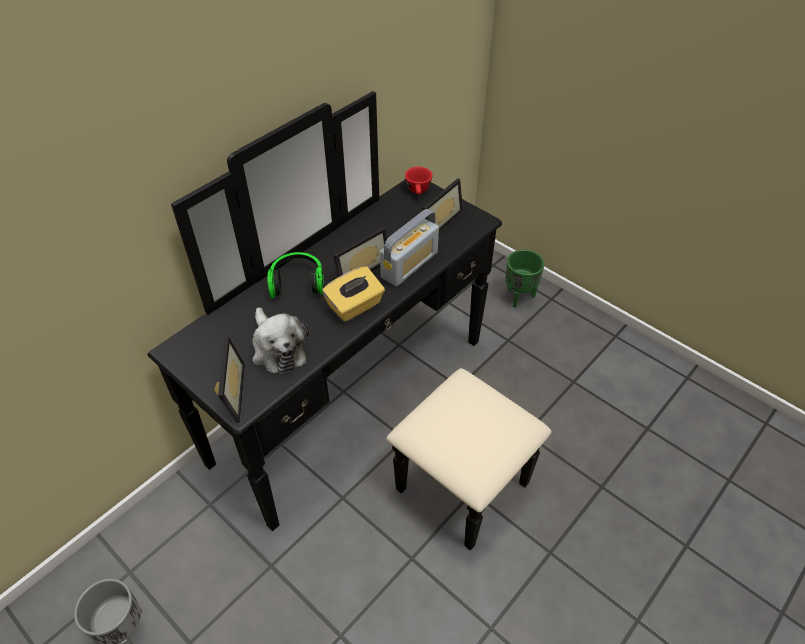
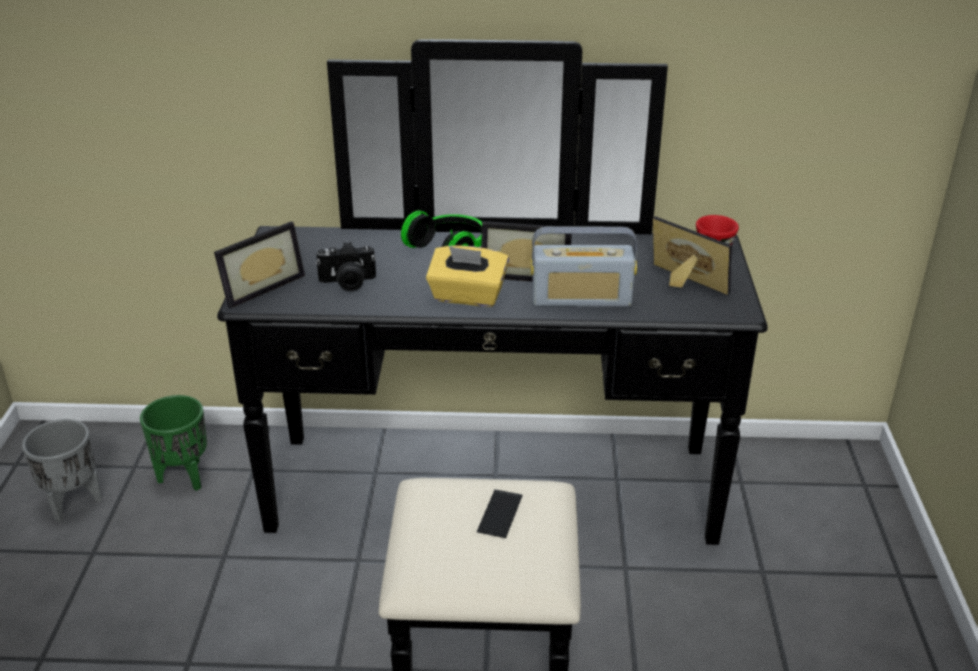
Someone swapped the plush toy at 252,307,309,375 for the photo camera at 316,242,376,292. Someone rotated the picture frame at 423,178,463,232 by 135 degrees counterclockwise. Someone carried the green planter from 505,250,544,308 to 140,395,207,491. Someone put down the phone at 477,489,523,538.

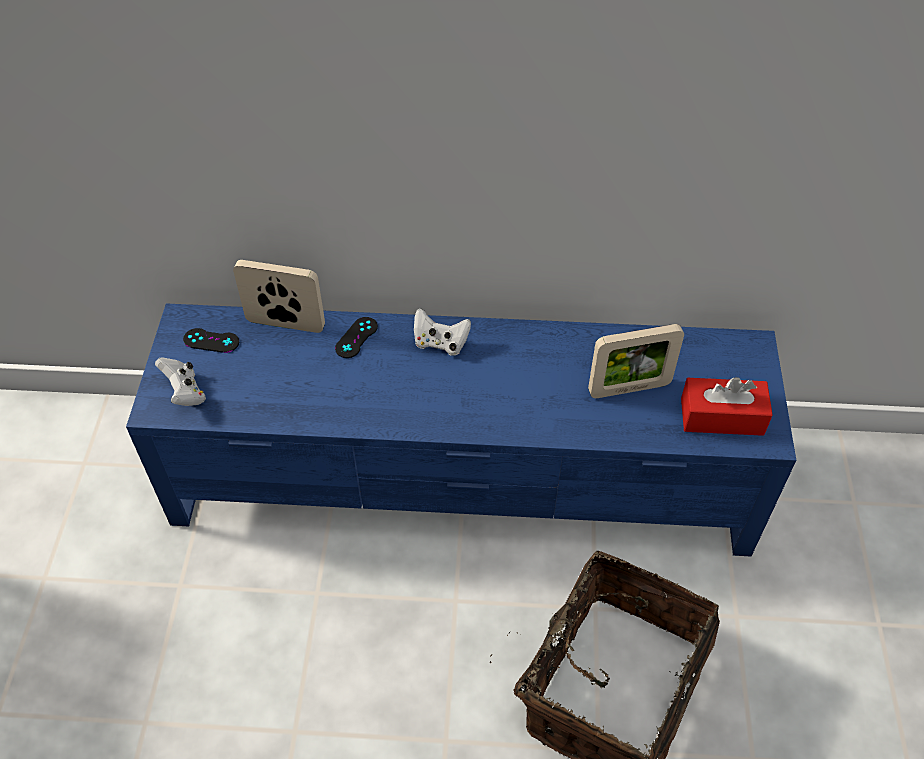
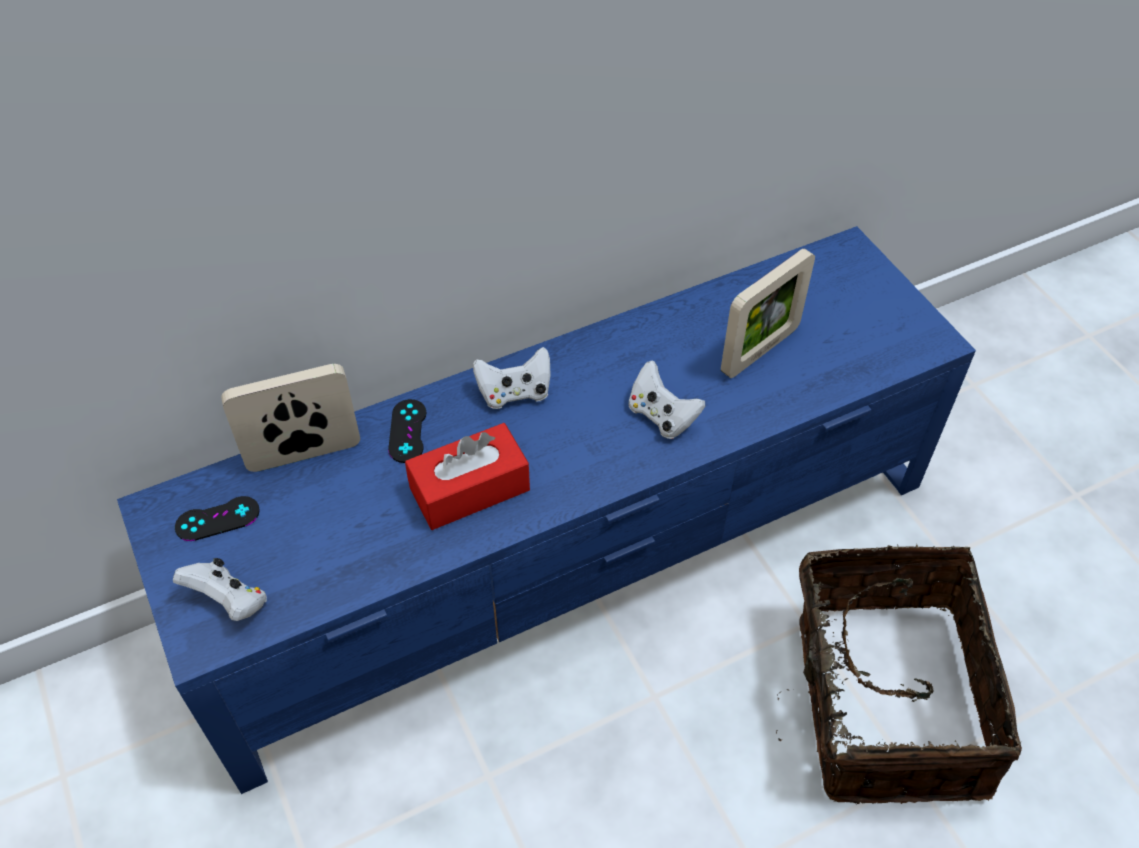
Someone carried the red tissue box from 681,377,773,436 to 405,423,530,530. Someone put down the white game controller at 629,361,706,439.

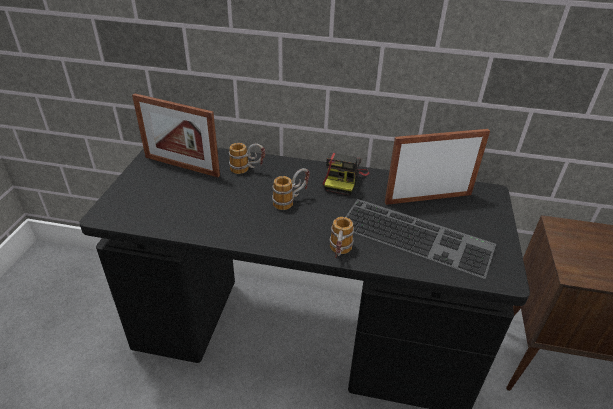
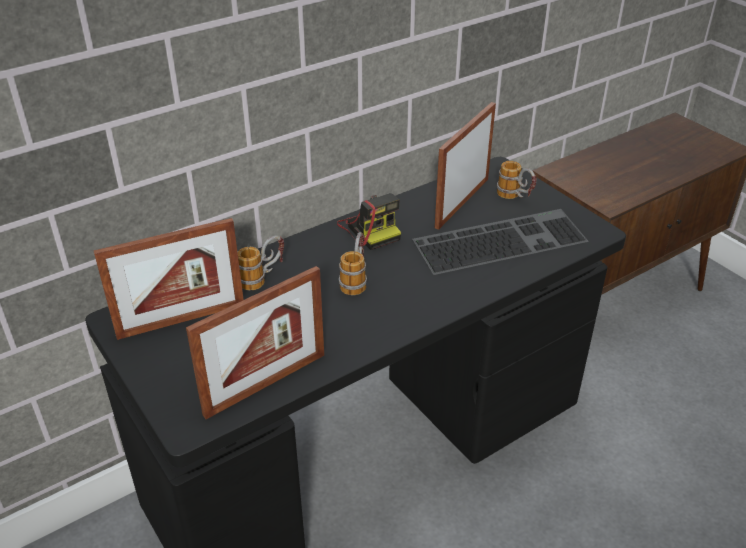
Someone carried the mug from 330,217,354,258 to 497,161,537,199. Someone put down the picture frame at 186,266,324,419.

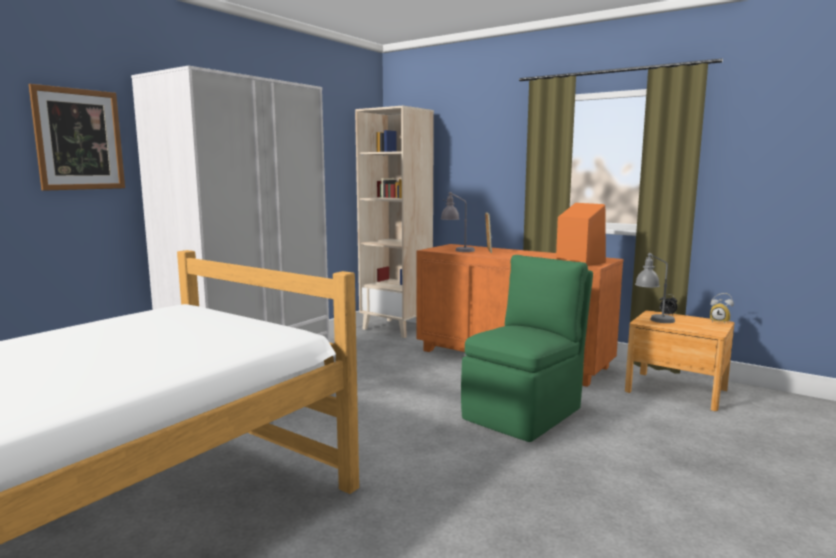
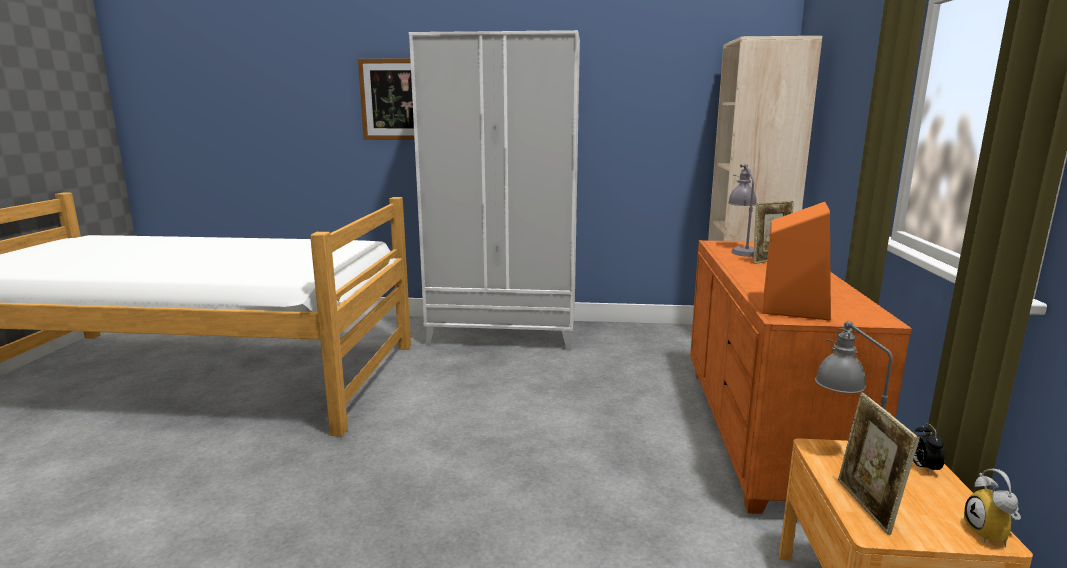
Someone took away the green chair at 461,255,593,442. Someone put down the picture frame at 838,393,920,535.

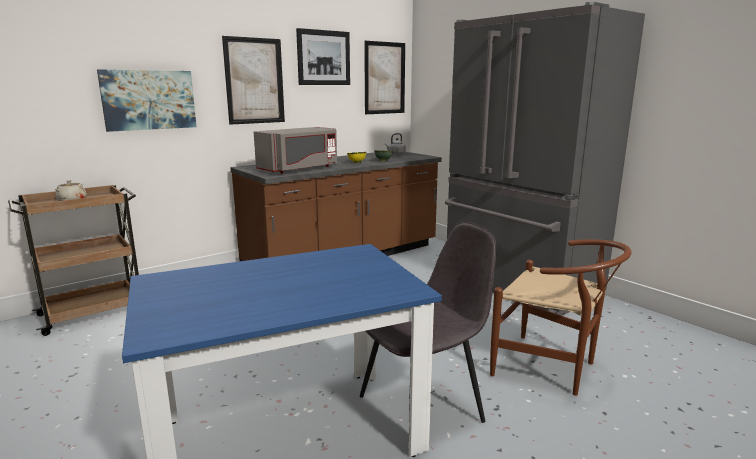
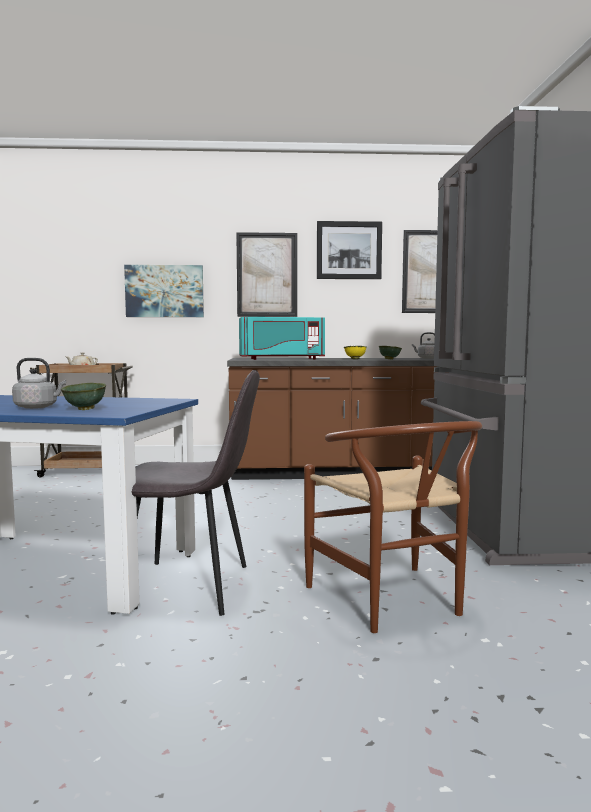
Someone repainted the grey microwave at 254,127,337,174, which became the turquoise microwave at 239,317,325,360. Someone put down the grey kettle at 12,358,66,409. Someone put down the green bowl at 61,383,106,410.

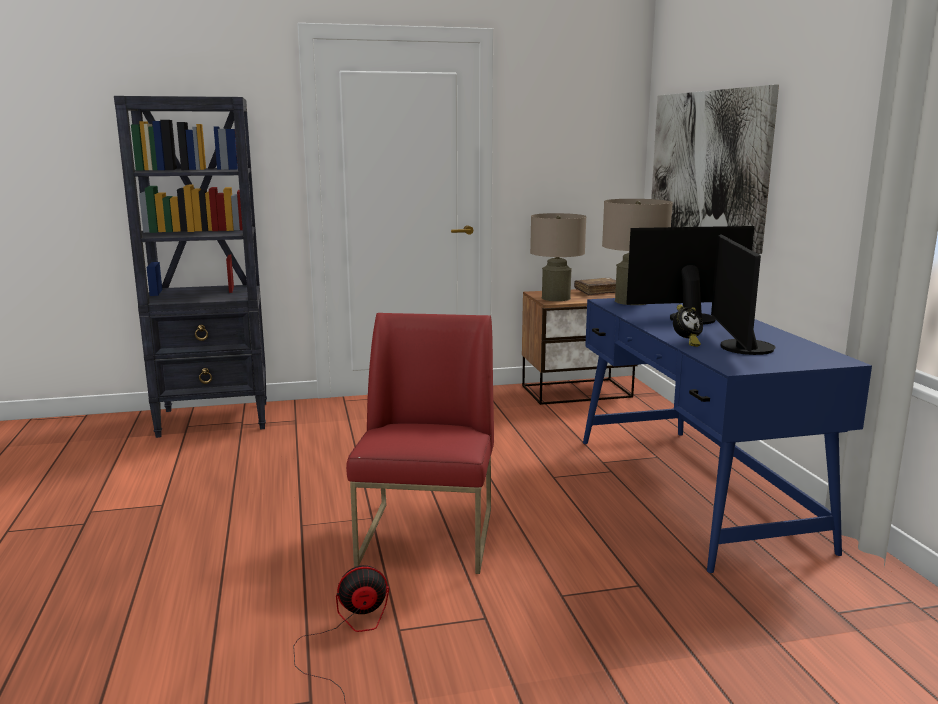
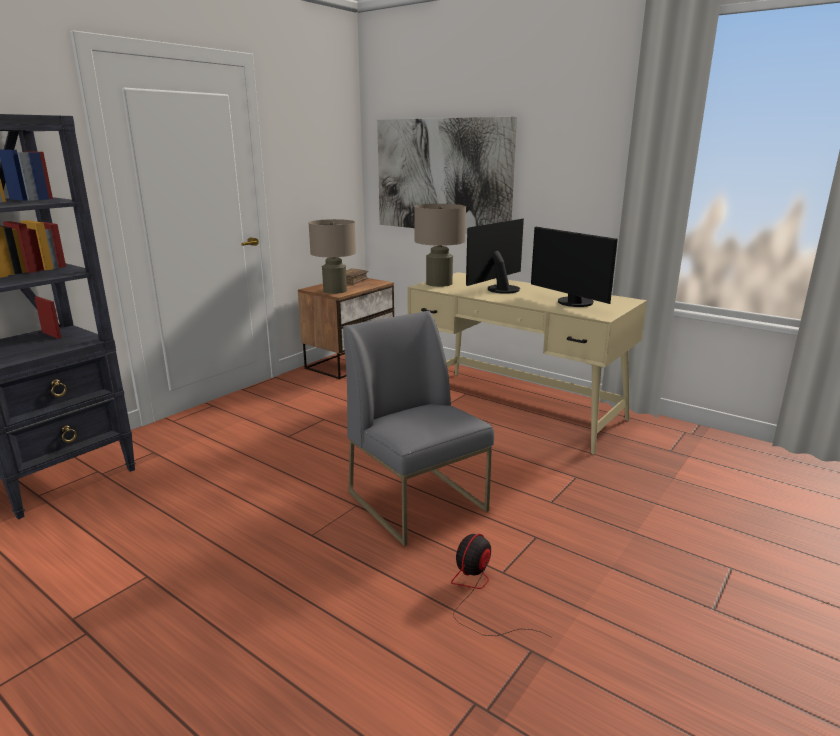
Someone repainted the red chair at 346,313,494,574, which became the grey chair at 343,311,494,546. Someone repainted the blue desk at 583,298,872,573, which became the beige desk at 407,272,647,454. Someone took away the alarm clock at 673,304,703,347.

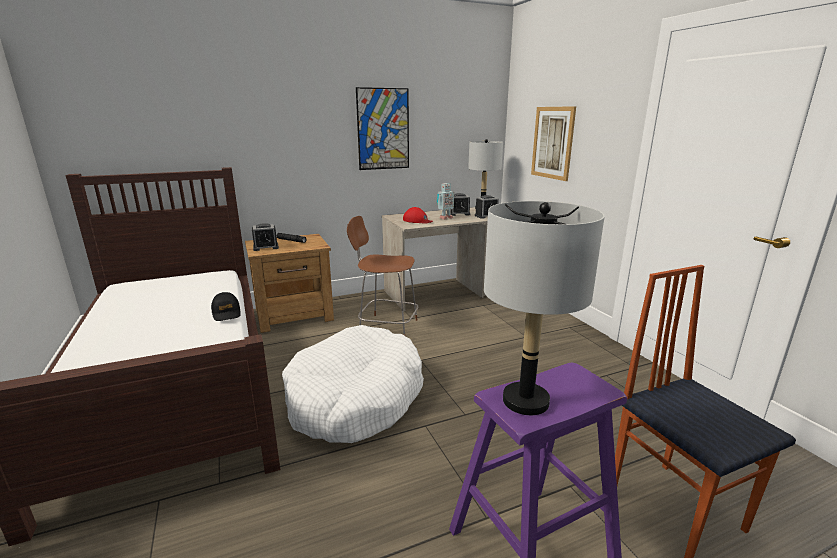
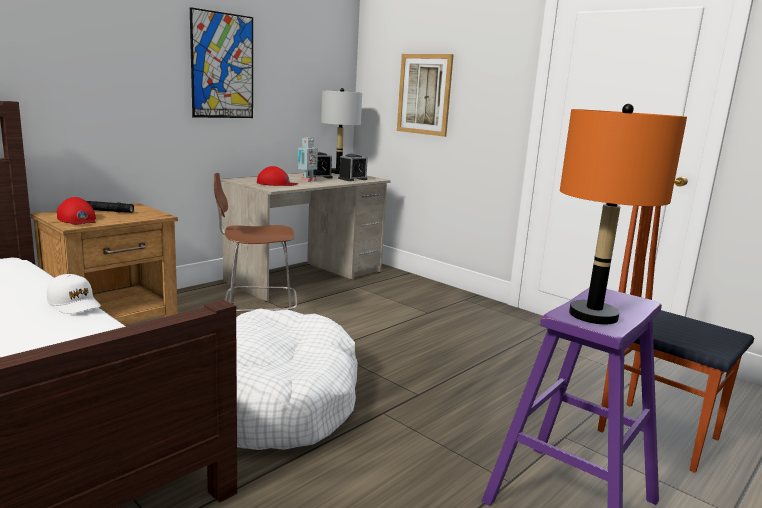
Someone repainted the black cap at 211,292,241,321, which became the white cap at 47,274,101,314. Someone swapped the alarm clock at 252,223,279,251 for the red cap at 57,197,96,225. Someone repainted the grey table lamp at 484,201,605,415, which became the orange table lamp at 560,104,687,324.

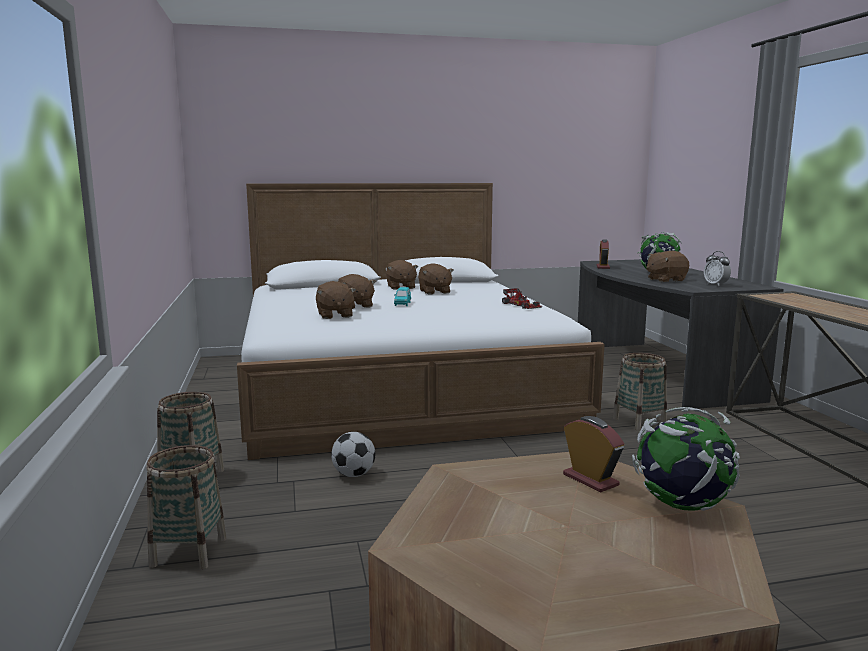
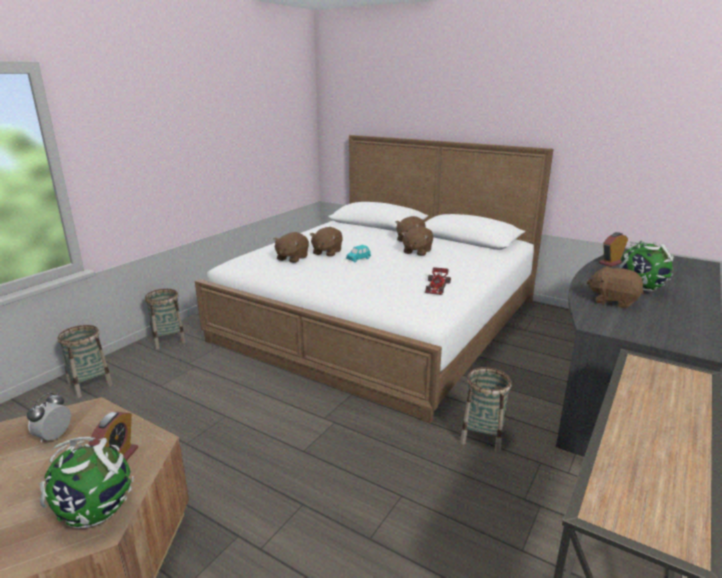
Someone took away the football at 331,432,375,477. Someone carried the alarm clock from 704,251,731,286 to 27,393,71,442.

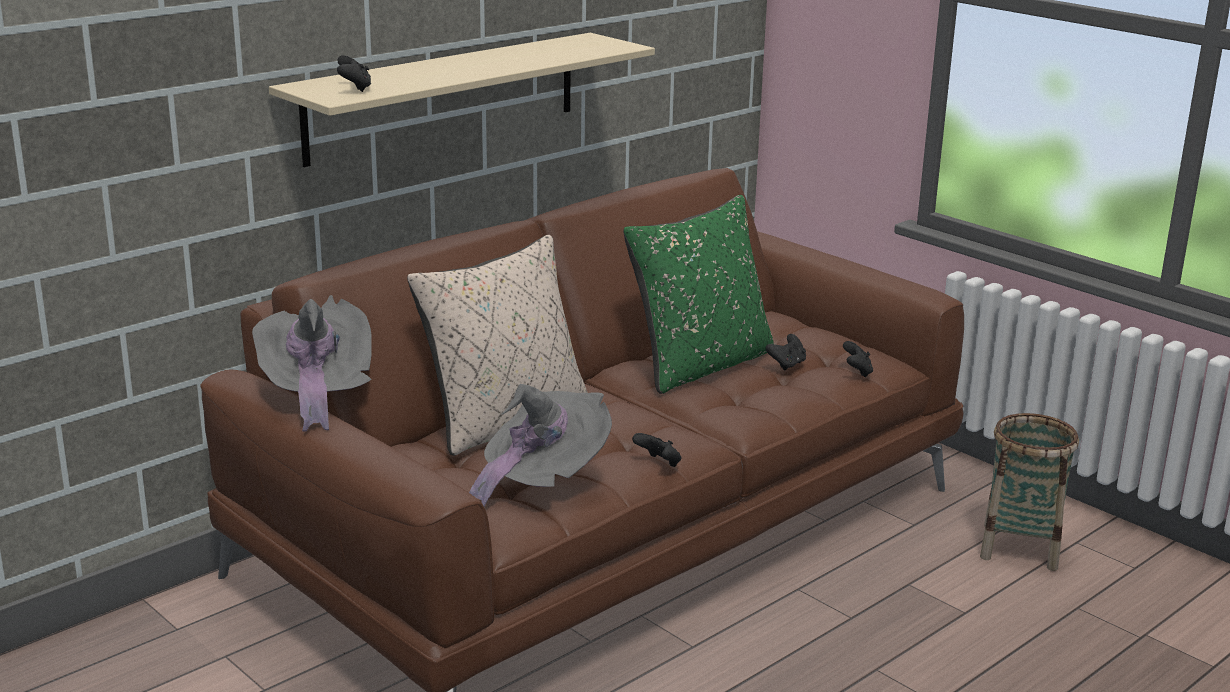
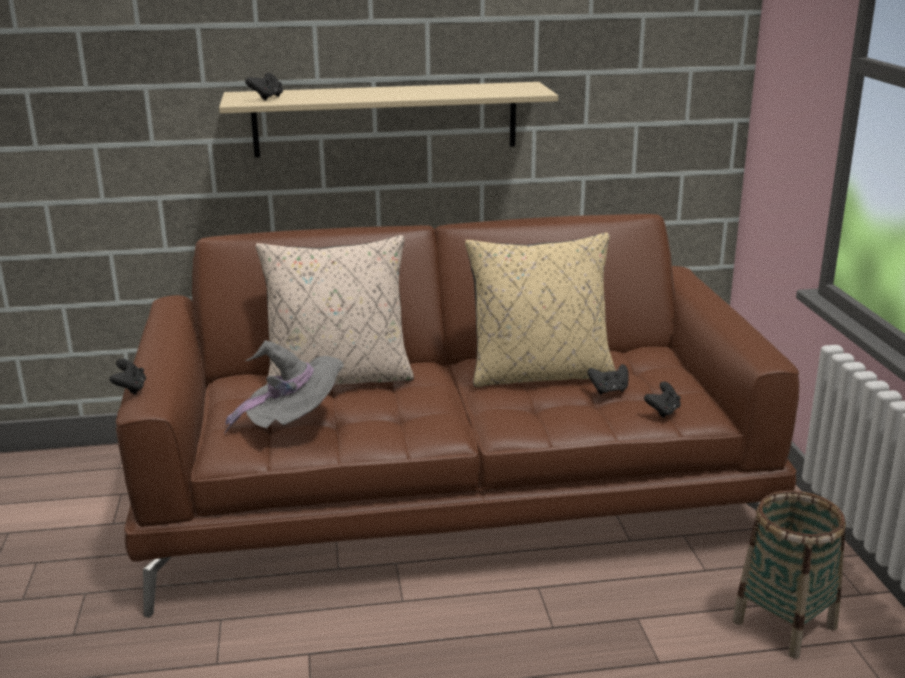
Someone took away the grey hat at 252,295,372,432. Someone repainted the green pillow at 623,195,774,394, which became the beige pillow at 465,233,616,387. Someone carried the black game controller from 632,433,681,467 to 110,359,146,395.

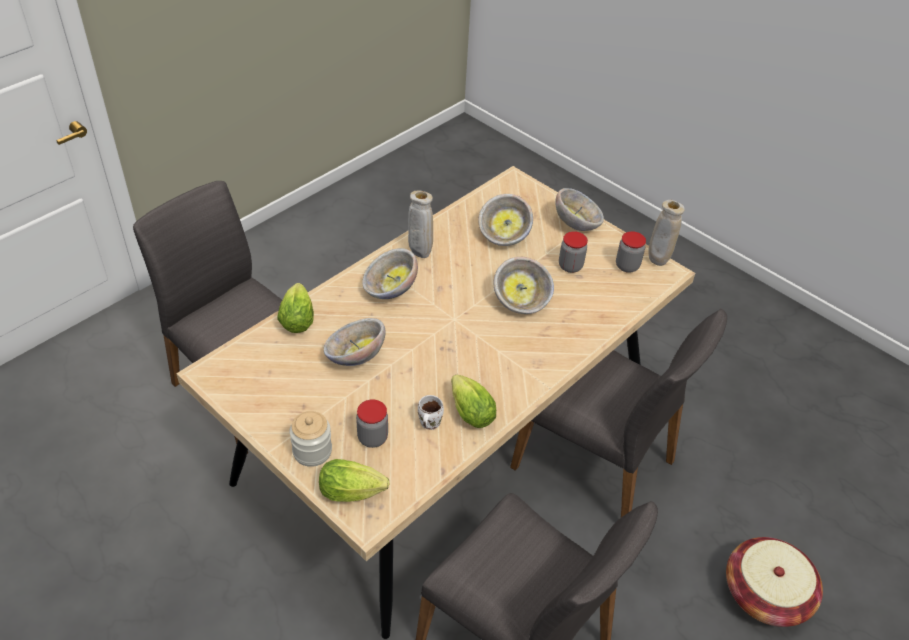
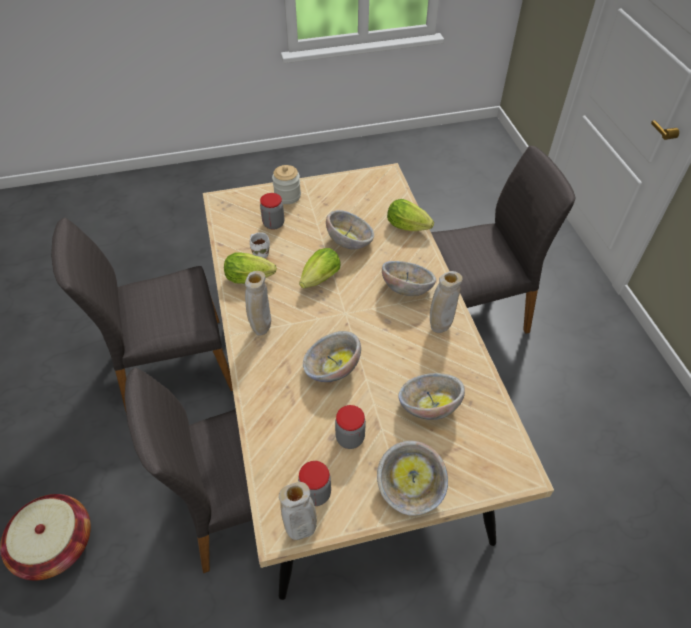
Someone carried the lettuce from 319,459,390,502 to 299,248,341,289. Someone put down the beige vase at 245,271,271,335.

